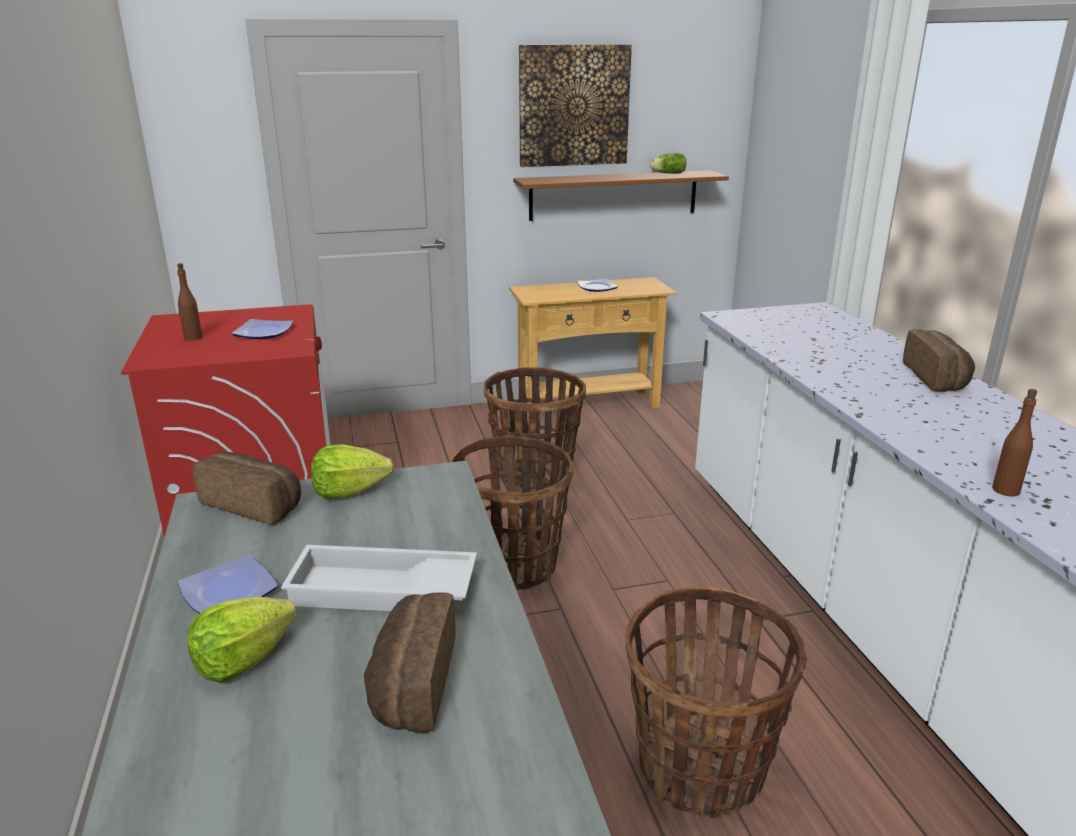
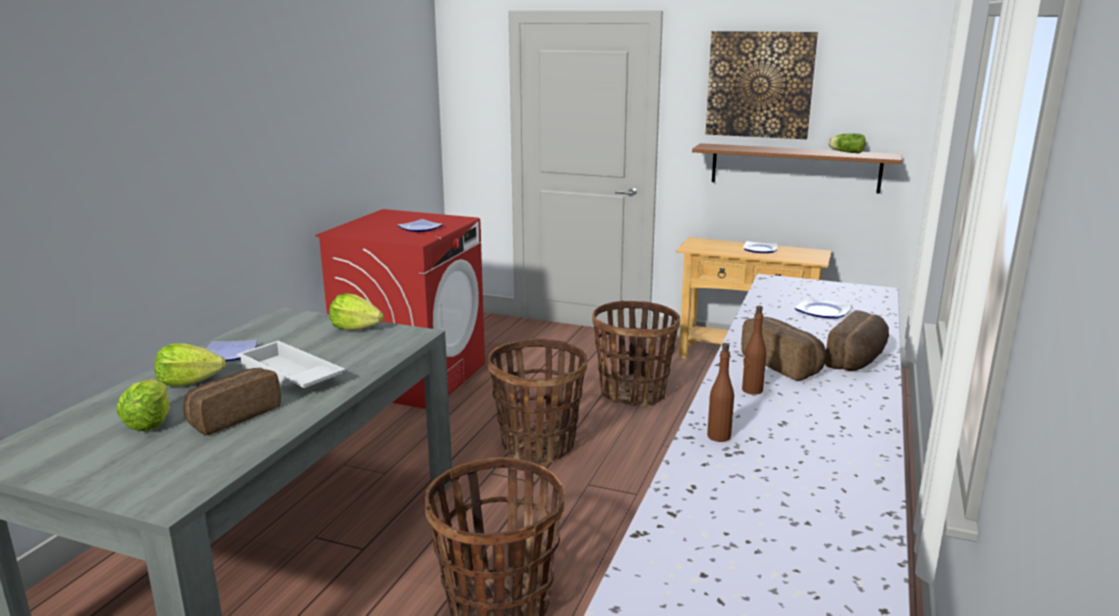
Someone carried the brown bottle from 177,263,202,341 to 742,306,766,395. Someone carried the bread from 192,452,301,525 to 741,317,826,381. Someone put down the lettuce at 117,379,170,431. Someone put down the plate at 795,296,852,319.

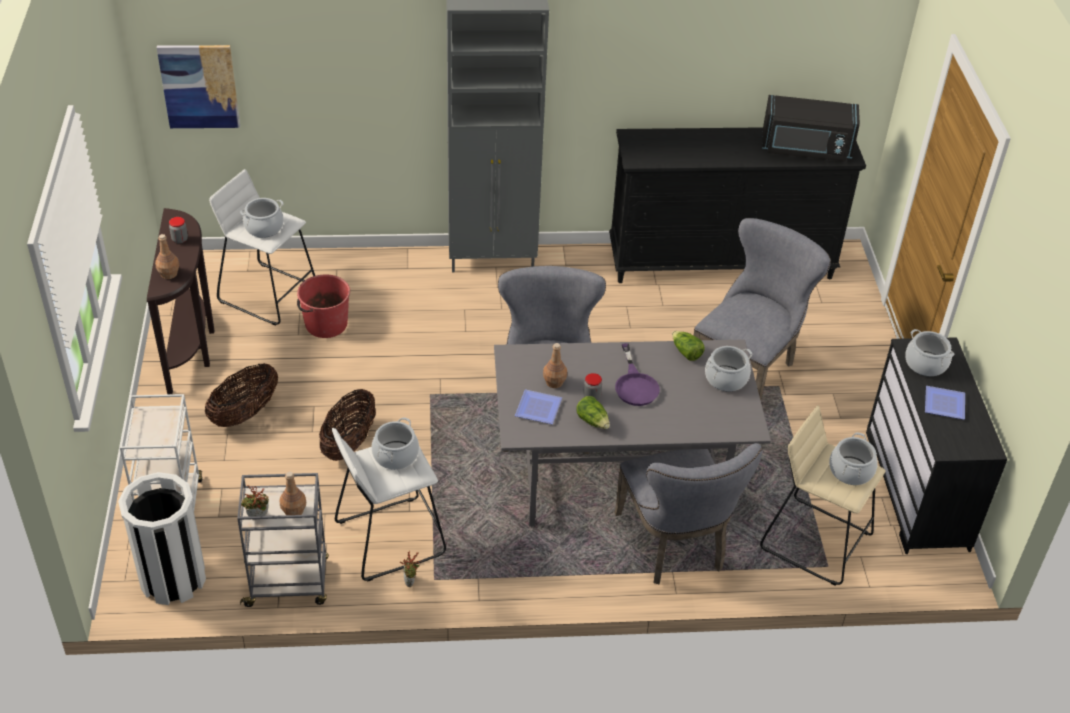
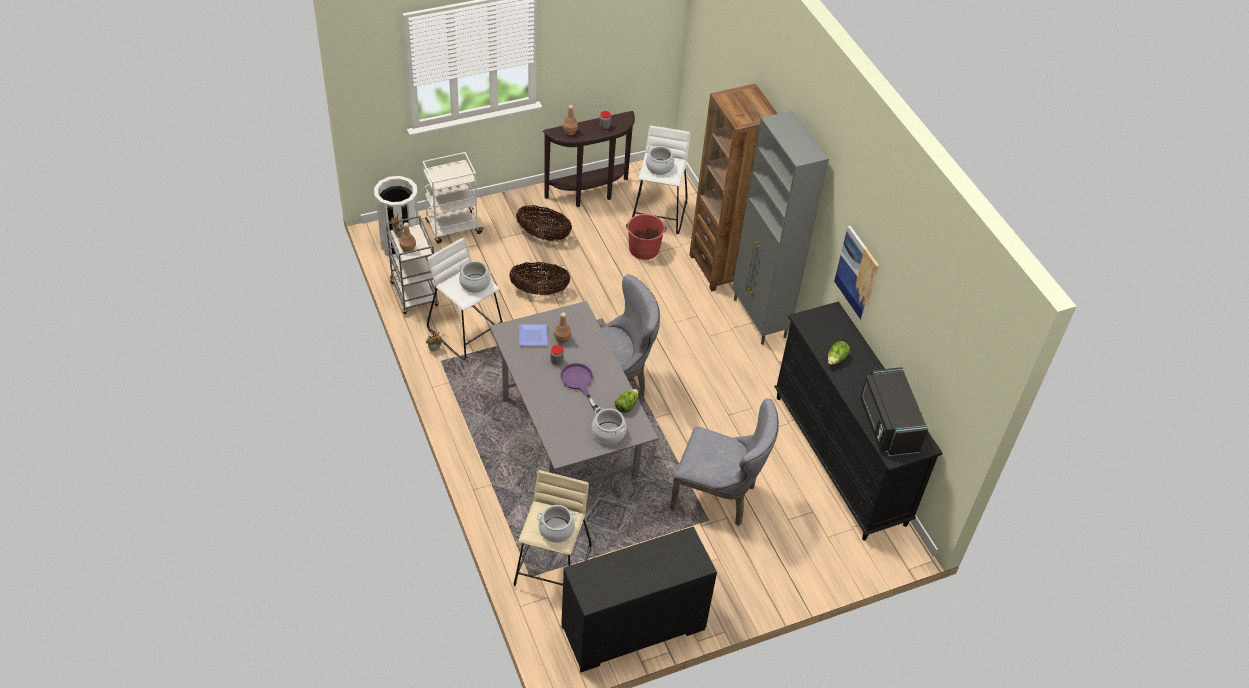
Someone carried the picture from 157,45,240,128 to 834,226,879,321. Someone carried the lettuce from 576,396,610,429 to 828,341,850,365. Someone took away the grey chair at 614,443,763,584. Someone rotated the purple frying pan at 615,343,660,406 by 90 degrees clockwise. Someone took away the cooking pot at 905,329,954,376. Someone took away the plate at 925,386,965,420. Someone put down the brown bookcase at 689,84,778,291.

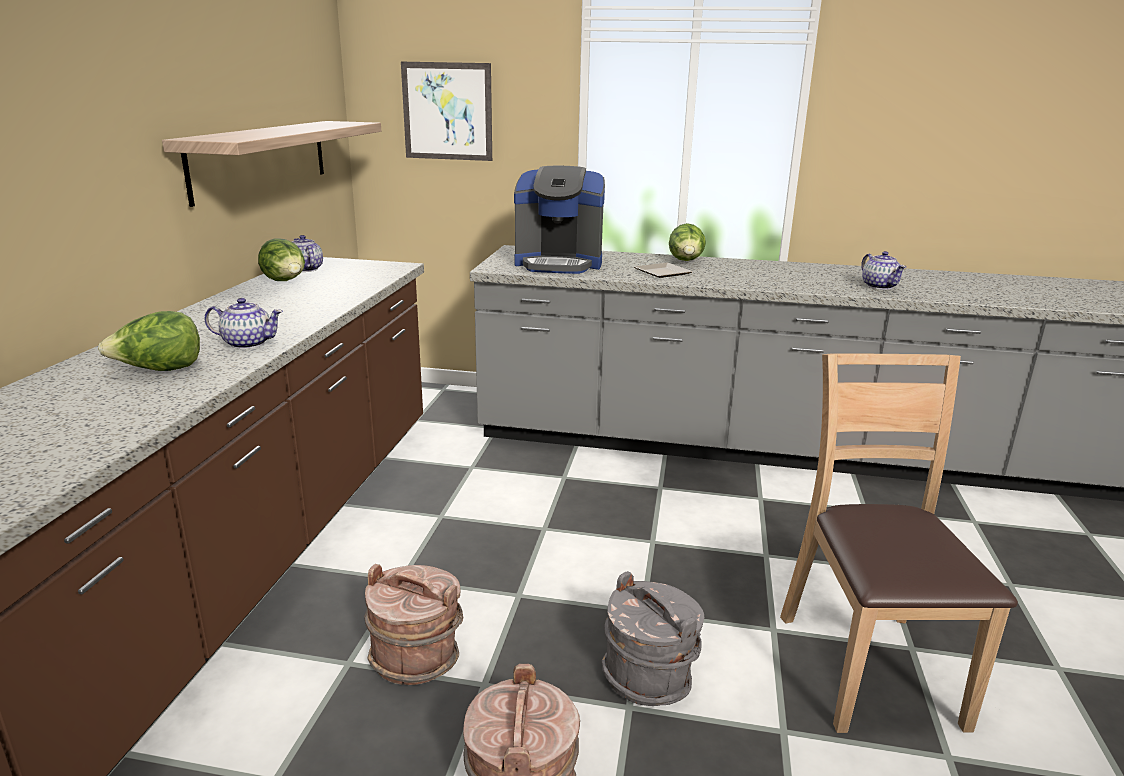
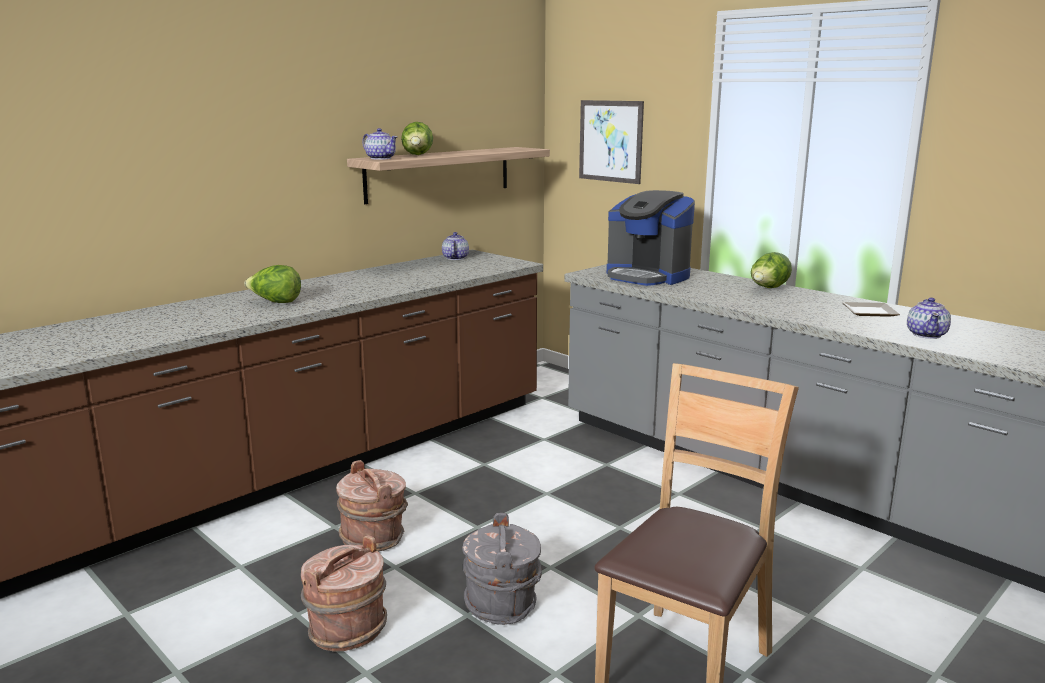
Someone carried the teapot from 205,298,283,349 to 362,128,397,160. Someone carried the lettuce from 258,238,305,281 to 401,122,433,155. Someone carried the plate from 634,263,693,278 to 842,302,900,317.

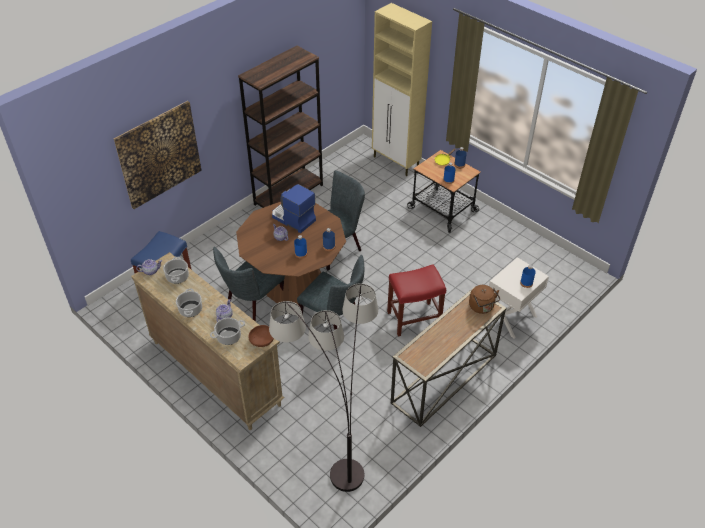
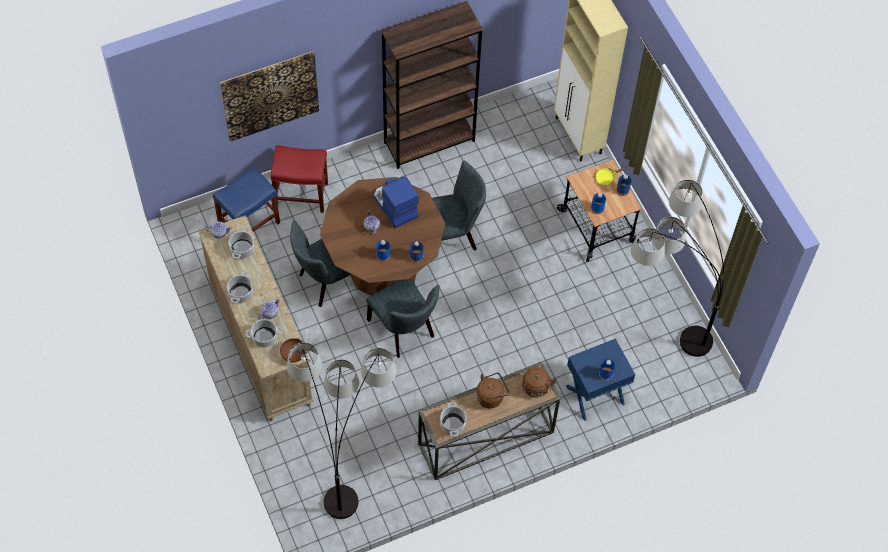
Someone carried the red stool from 387,264,446,337 to 271,145,328,213. Someone repainted the white nightstand at 489,257,549,339, which became the blue nightstand at 566,338,635,421. Someone put down the cooking pot at 440,402,467,437. Someone put down the brown kettle at 476,372,509,408. Someone put down the floor lamp at 631,179,724,357.

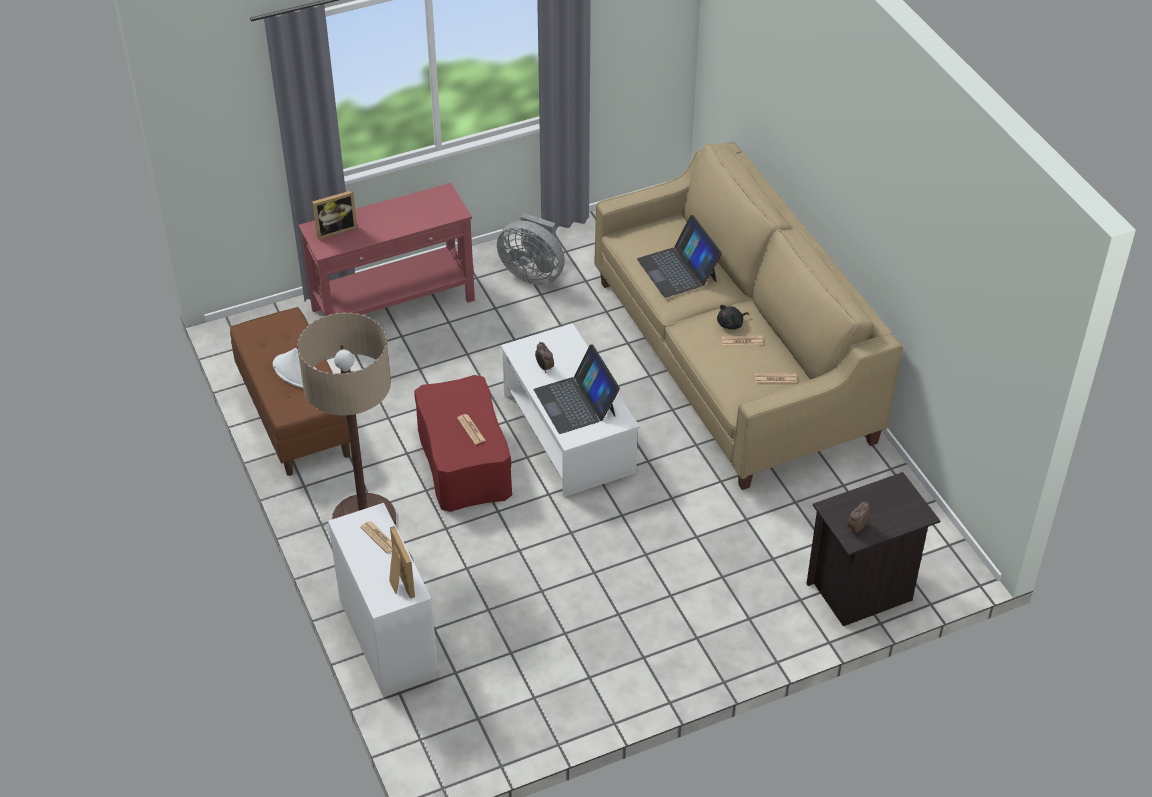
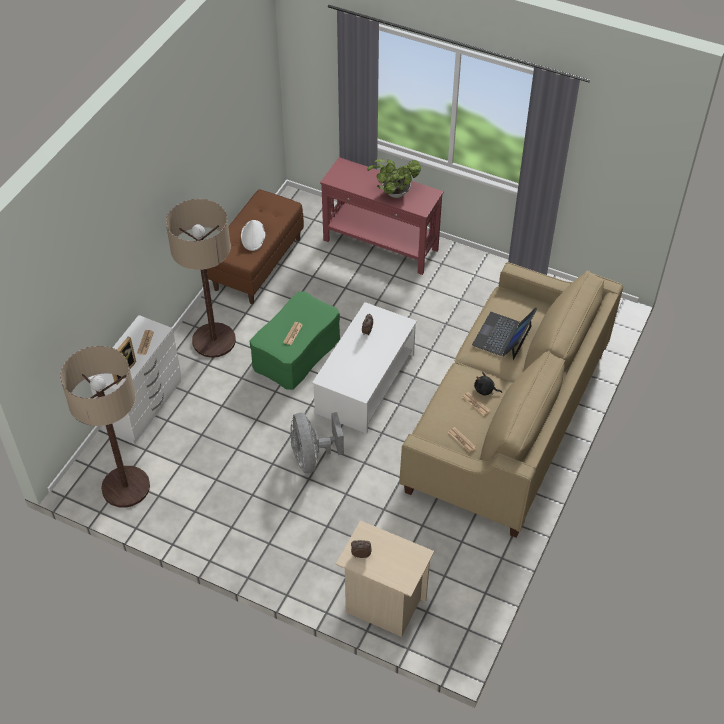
Someone took away the picture frame at 312,190,357,240. Someone repainted the red ottoman at 414,375,512,512, which became the green ottoman at 250,291,340,390. Someone carried the grey fan from 497,213,565,285 to 291,412,344,473. Someone took away the laptop at 534,344,620,434. Someone repainted the black nightstand at 806,472,940,626, which became the beige nightstand at 336,520,434,637. Someone put down the floor lamp at 60,346,150,508. Someone put down the potted plant at 367,159,421,198.

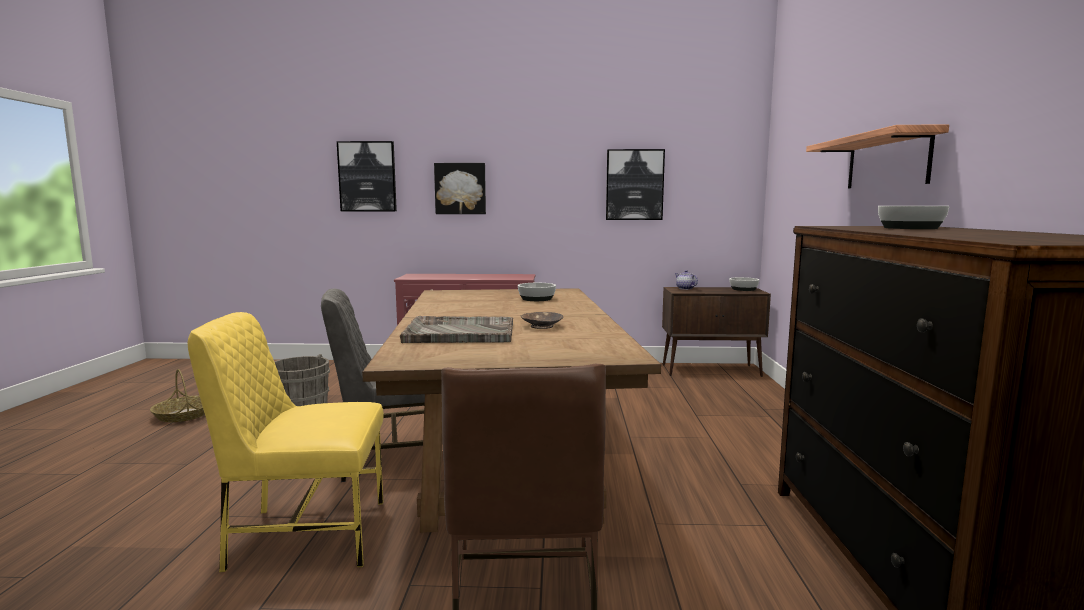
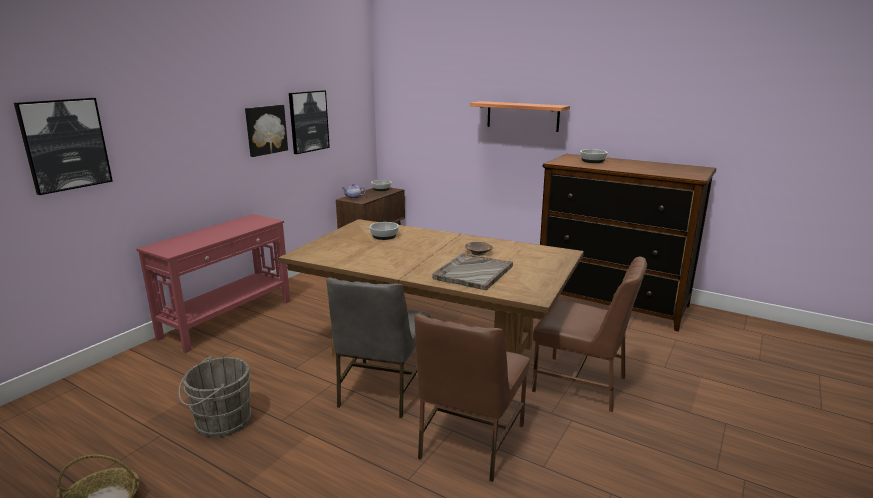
Someone repainted the yellow chair at 187,312,384,572, which became the brown chair at 414,313,530,482. Someone carried the picture from 434,163,486,214 to 245,105,288,157.

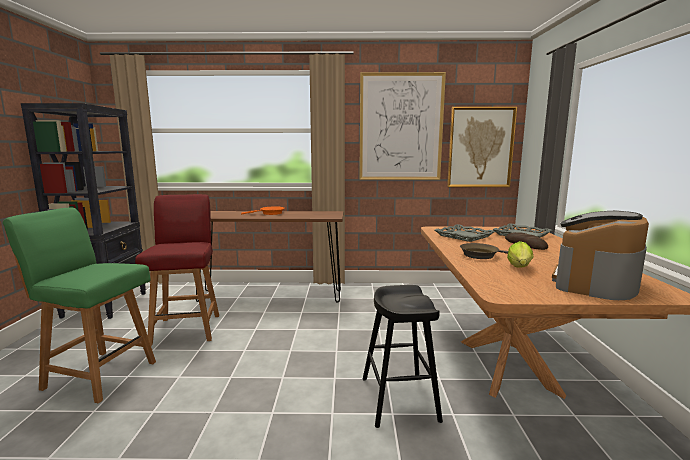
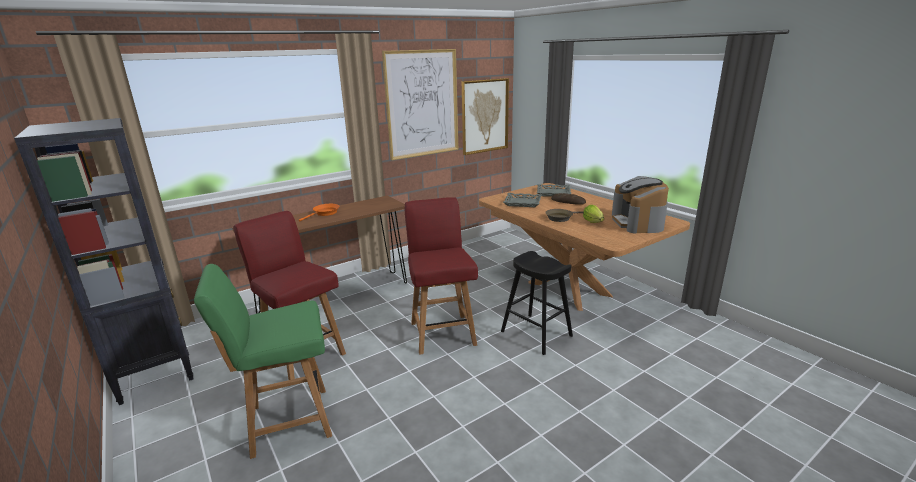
Someone put down the red chair at 405,197,478,355.

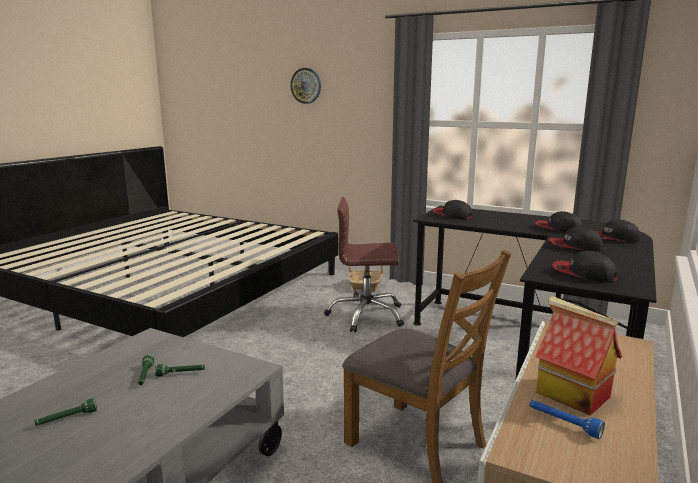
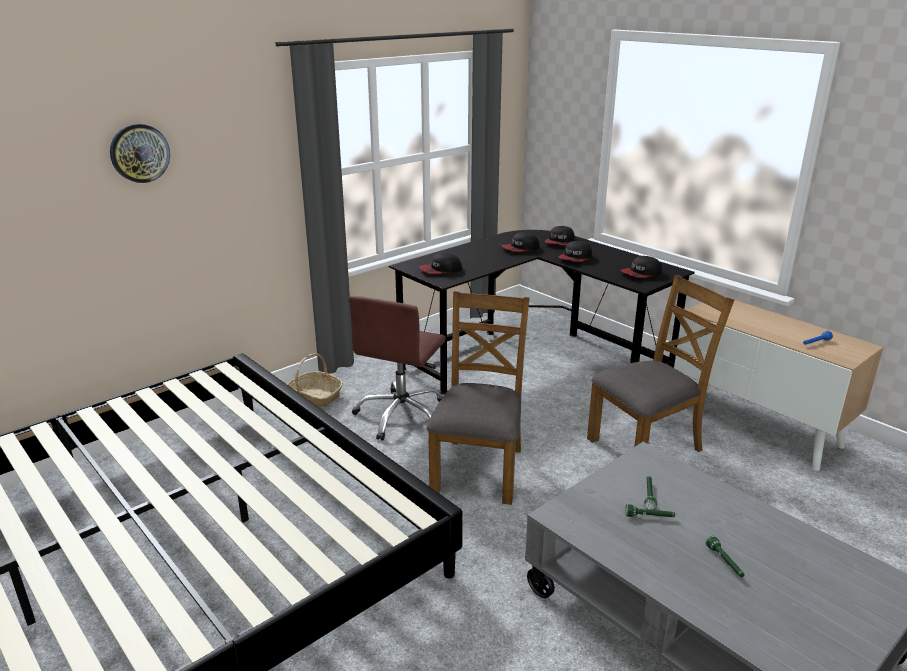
Someone took away the toy house at 535,296,622,416. Someone put down the brown chair at 426,291,530,505.

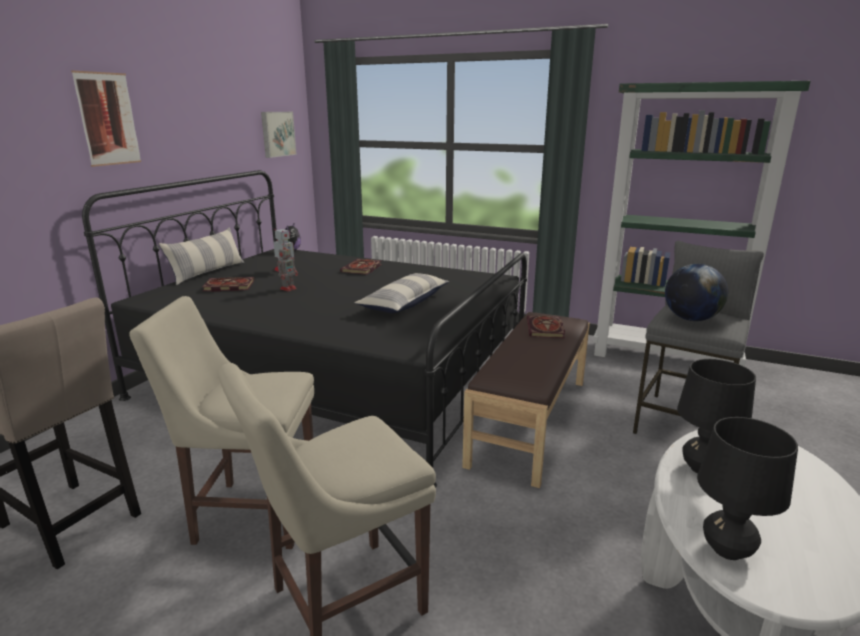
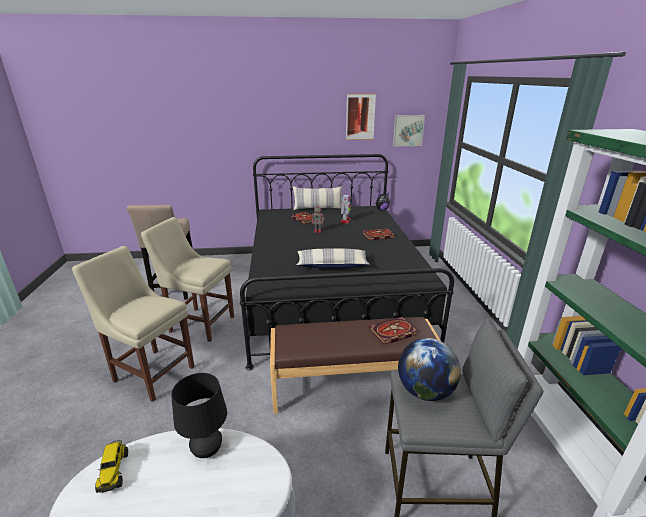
Someone carried the picture from 71,70,141,167 to 346,93,376,140. Someone rotated the beige chair at 129,296,314,549 by 45 degrees counterclockwise. Someone swapped the black table lamp at 697,417,798,560 for the toy truck at 95,440,128,493.

